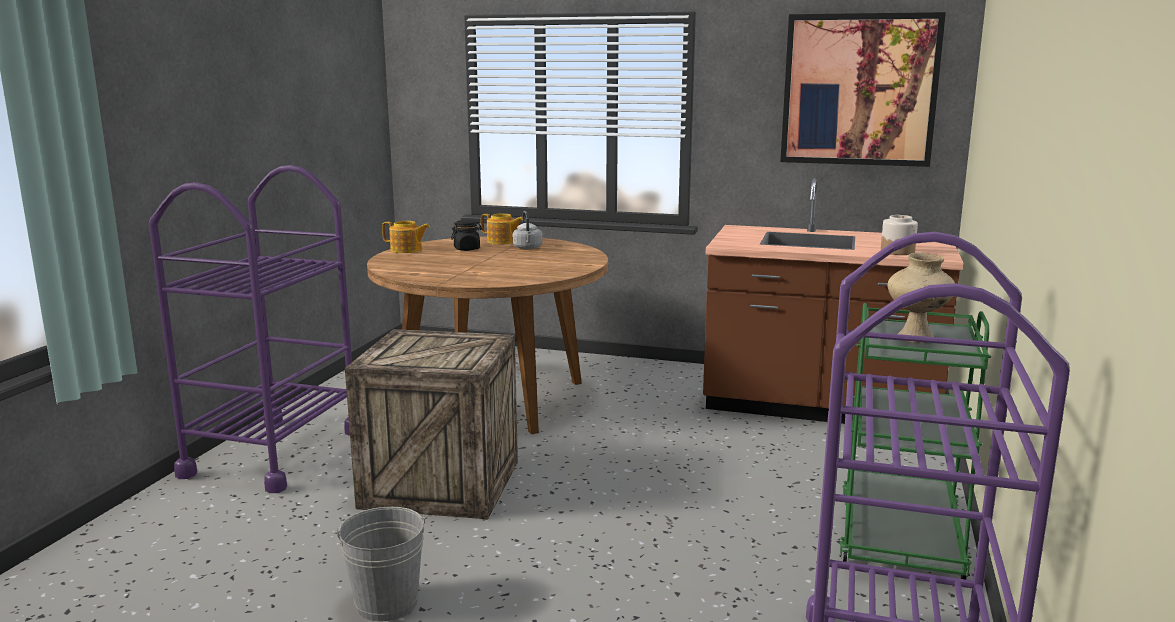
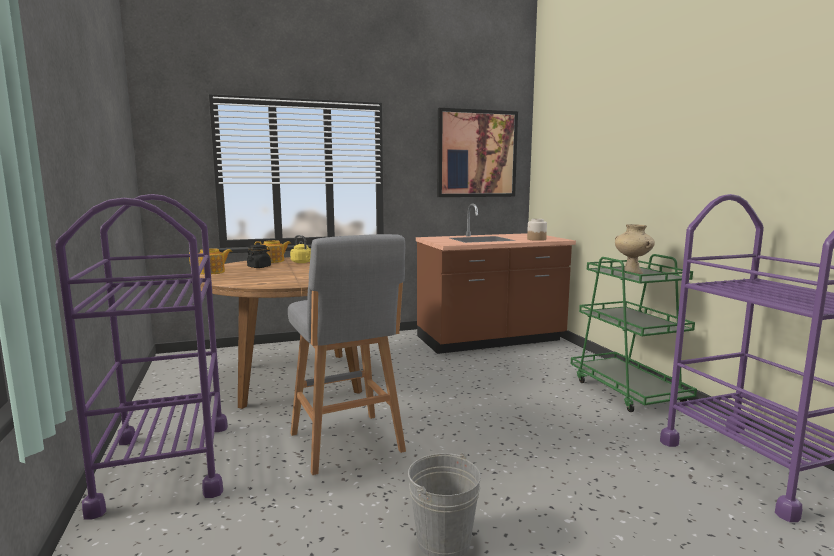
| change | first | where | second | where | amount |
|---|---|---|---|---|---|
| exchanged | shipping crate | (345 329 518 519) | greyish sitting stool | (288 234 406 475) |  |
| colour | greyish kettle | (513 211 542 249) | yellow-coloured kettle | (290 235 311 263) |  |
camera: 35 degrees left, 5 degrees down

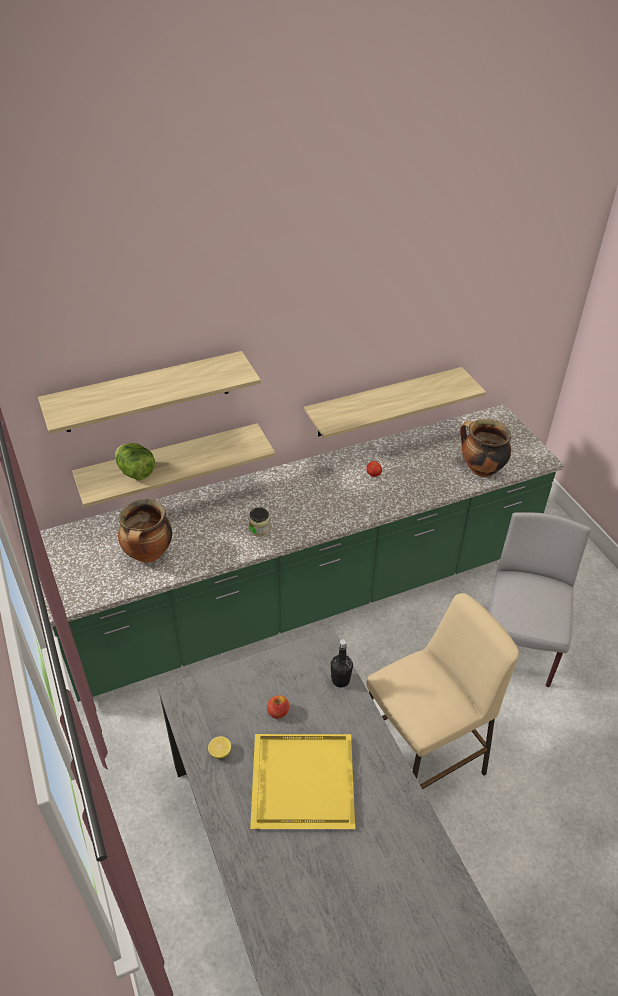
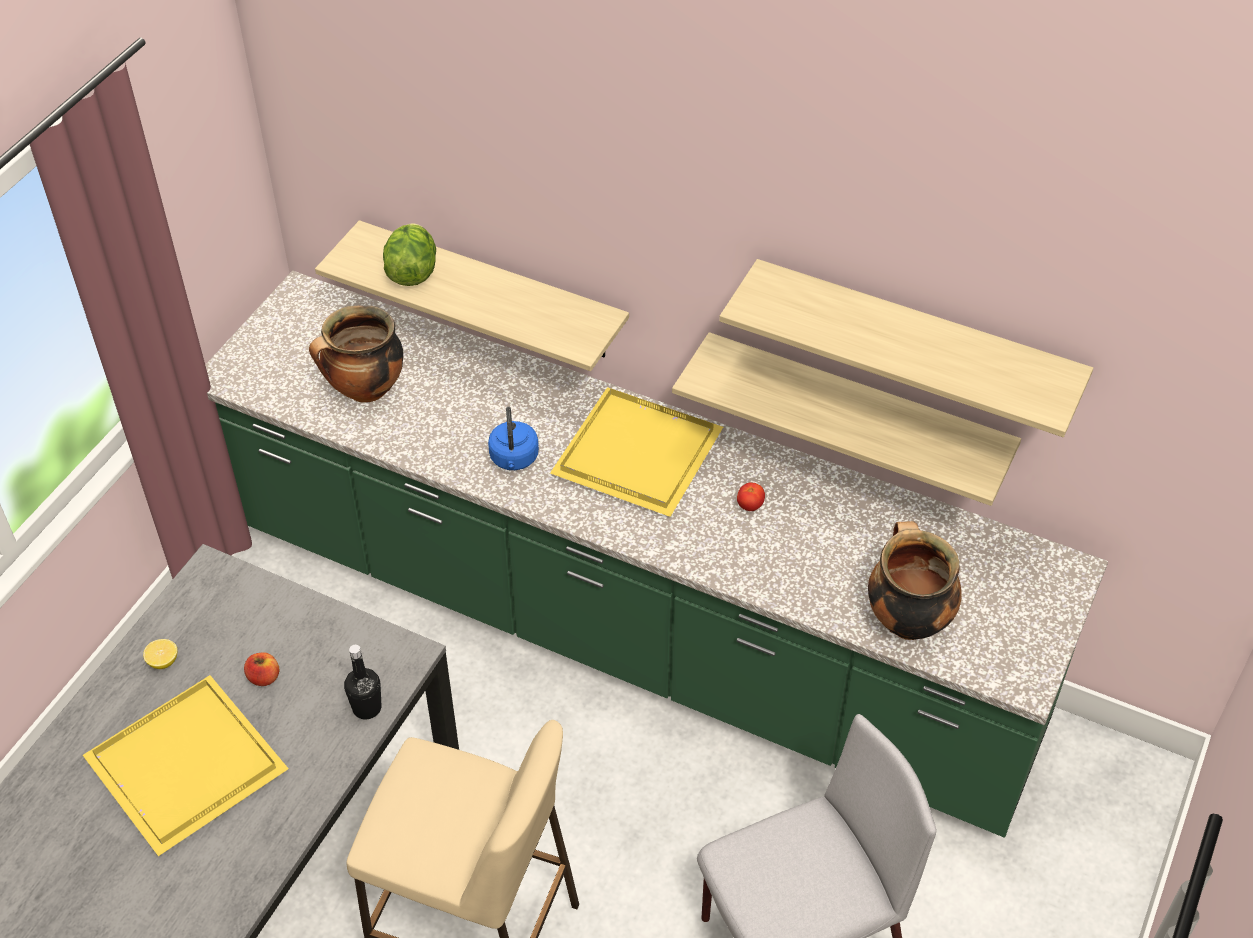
| change | first | where | second | where | amount |
|---|---|---|---|---|---|
| relocated | shelf | (38 351 261 434) |  | (719 259 1093 437) |  |
| exchanged | storage jar | (249 507 270 537) | blue-coloured kettle | (488 407 539 470) |  |
| appeared |  |  | yellow-coloured serving tray | (550 387 723 517) |  |
camera: 50 degrees right, 5 degrees up

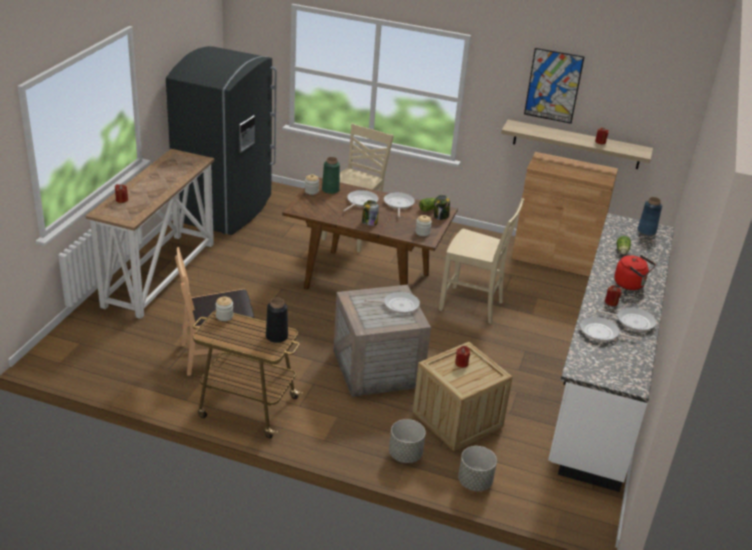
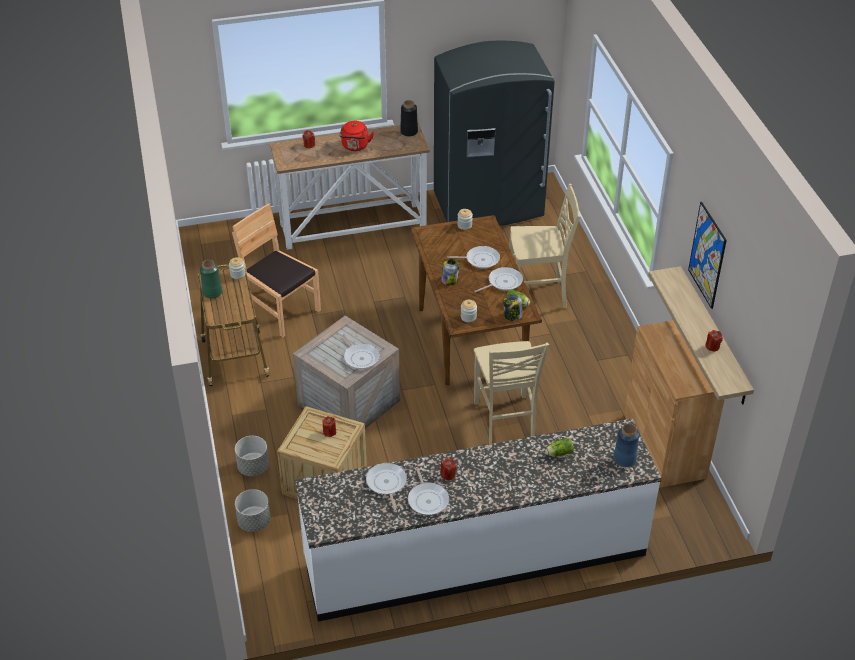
| change | first | where | second | where | amount |
|---|---|---|---|---|---|
| relocated | blackish flower vase | (266 298 288 343) |  | (400 100 418 137) |  |
| relocated | greenish flower vase | (322 157 340 194) |  | (200 260 222 299) |  |
| relocated | reddish kettle | (614 255 656 290) |  | (340 121 374 151) |  |
camera: 60 degrees right, 10 degrees up

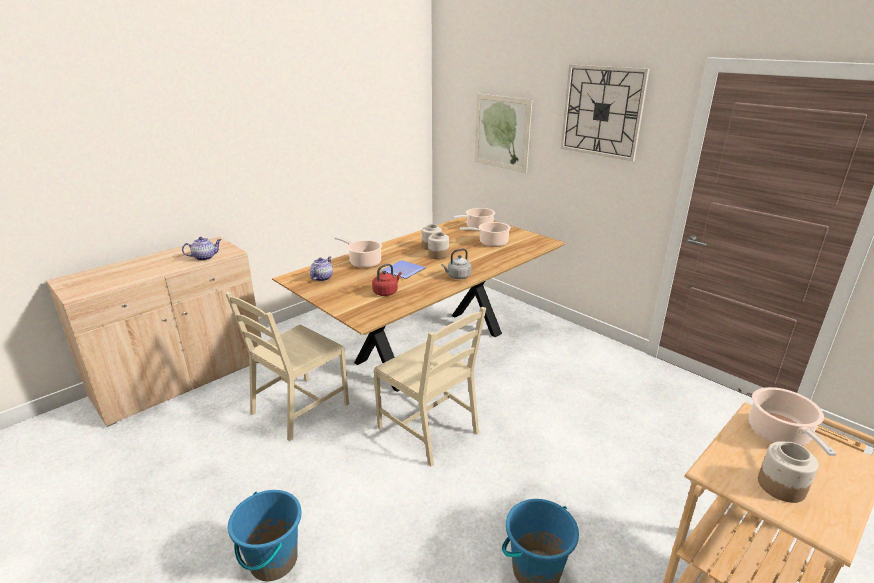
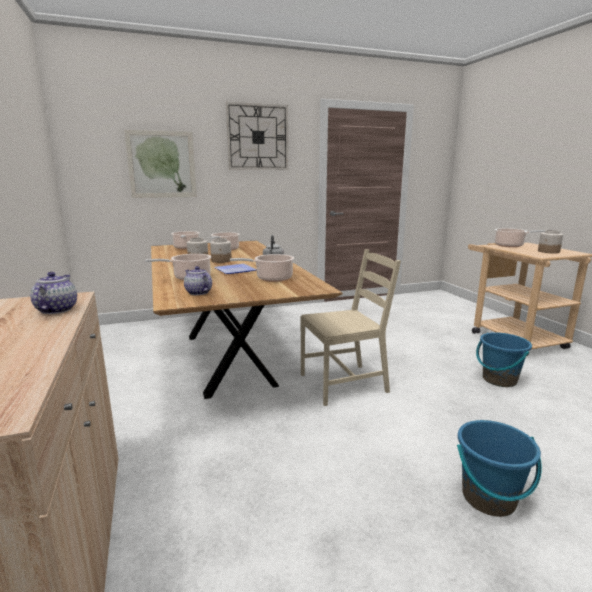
| change | first | where | second | where | amount |
|---|---|---|---|---|---|
| missing | beige plain chair | (225 292 349 441) |  |  |  |
| exchanged | reddish kettle | (372 264 402 296) | saucepot | (230 254 294 282) |  |
camera: 65 degrees left, 10 degrees down

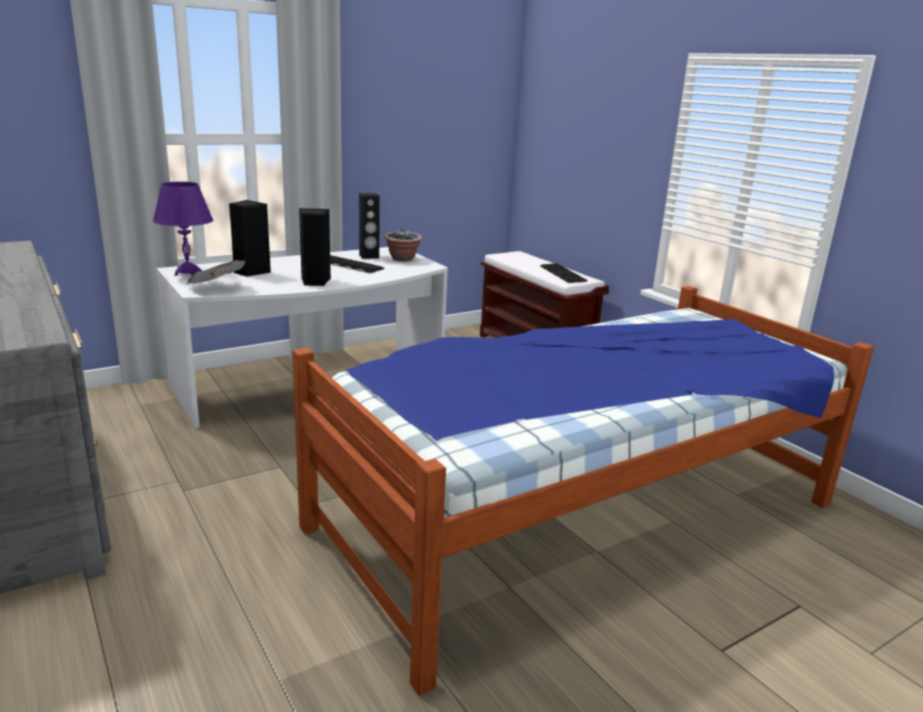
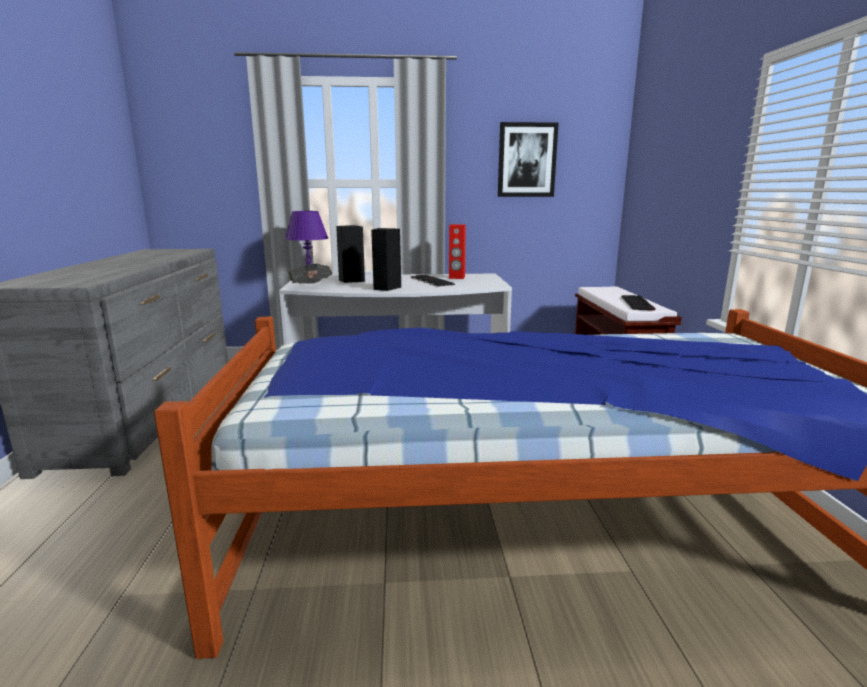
| change | first | where | second | where | amount |
|---|---|---|---|---|---|
| colour | blackish audio speaker | (359 193 380 259) | reddish audio speaker | (449 224 465 279) |  |
| missing | potted plant | (384 228 422 262) |  |  |  |
| appeared |  |  | picture | (498 122 559 197) |  |
camera: 30 degrees right, 5 degrees down

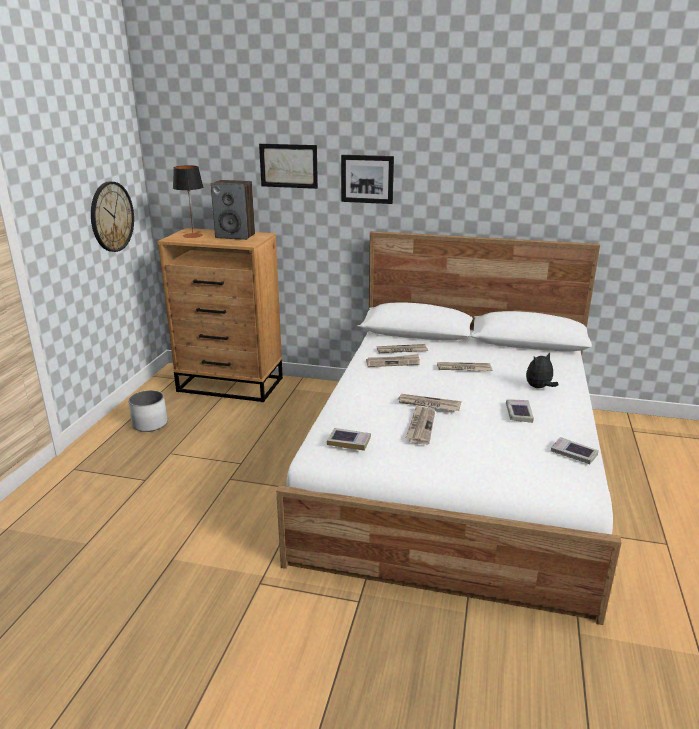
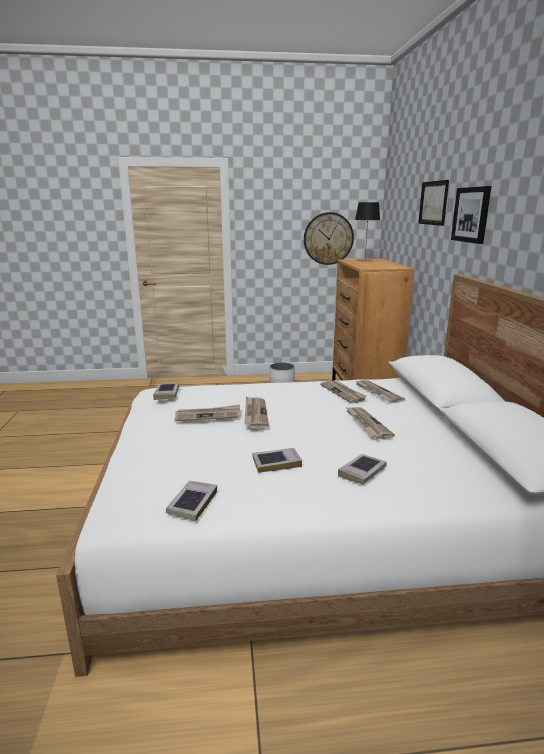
| change | first | where | second | where | amount |
|---|---|---|---|---|---|
| missing | audio speaker | (211 180 255 240) |  |  |  |
| exchanged | plush toy | (526 352 559 388) | bound book | (338 454 387 485) |  |
camera: 70 degrees right, 5 degrees down

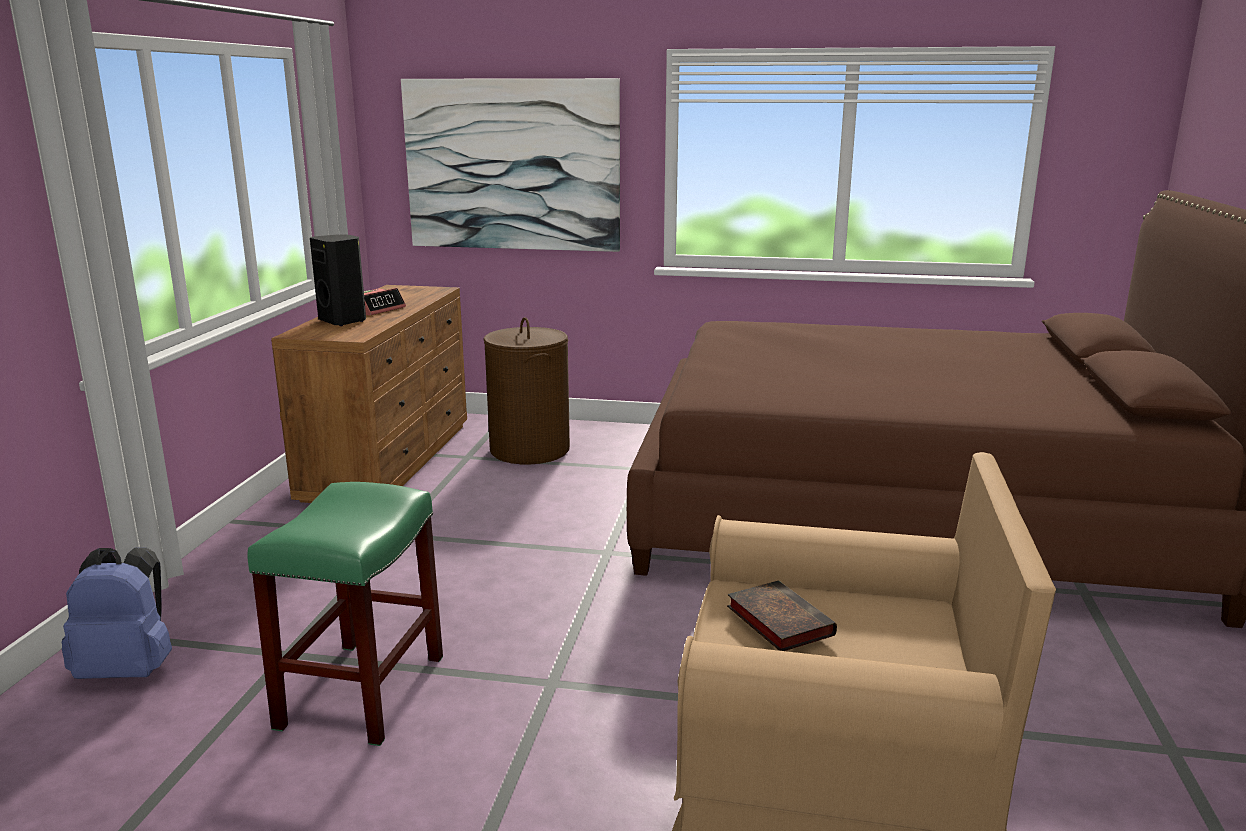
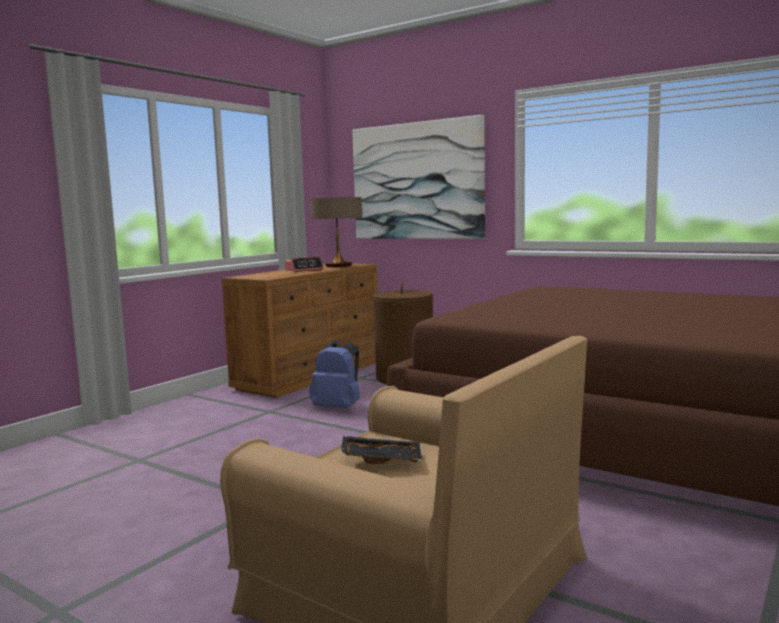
| change | first | where | second | where | amount |
|---|---|---|---|---|---|
| relocated | blue-coloured rucksack | (61 547 172 679) |  | (310 340 360 408) |  |
| missing | greenish sitting stool | (247 482 443 746) |  |  |  |
| missing | blackish audio speaker | (310 234 366 326) |  |  |  |
| exchanged | bound book | (727 580 837 651) | blackish serving tray | (341 436 422 464) |  |
| appeared |  |  | table lamp | (310 197 362 267) |  |
camera: 25 degrees right, 10 degrees down

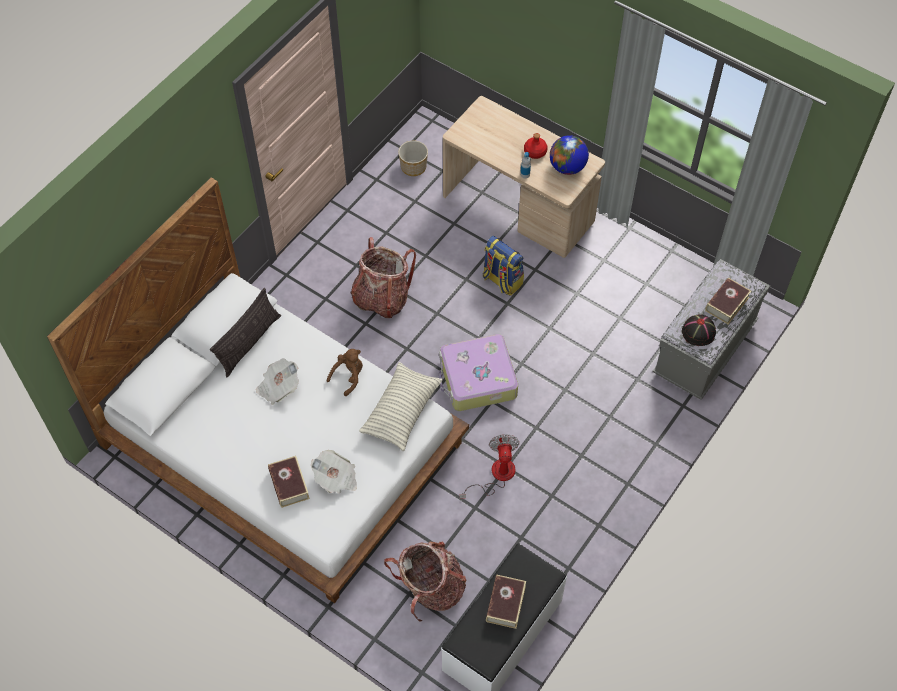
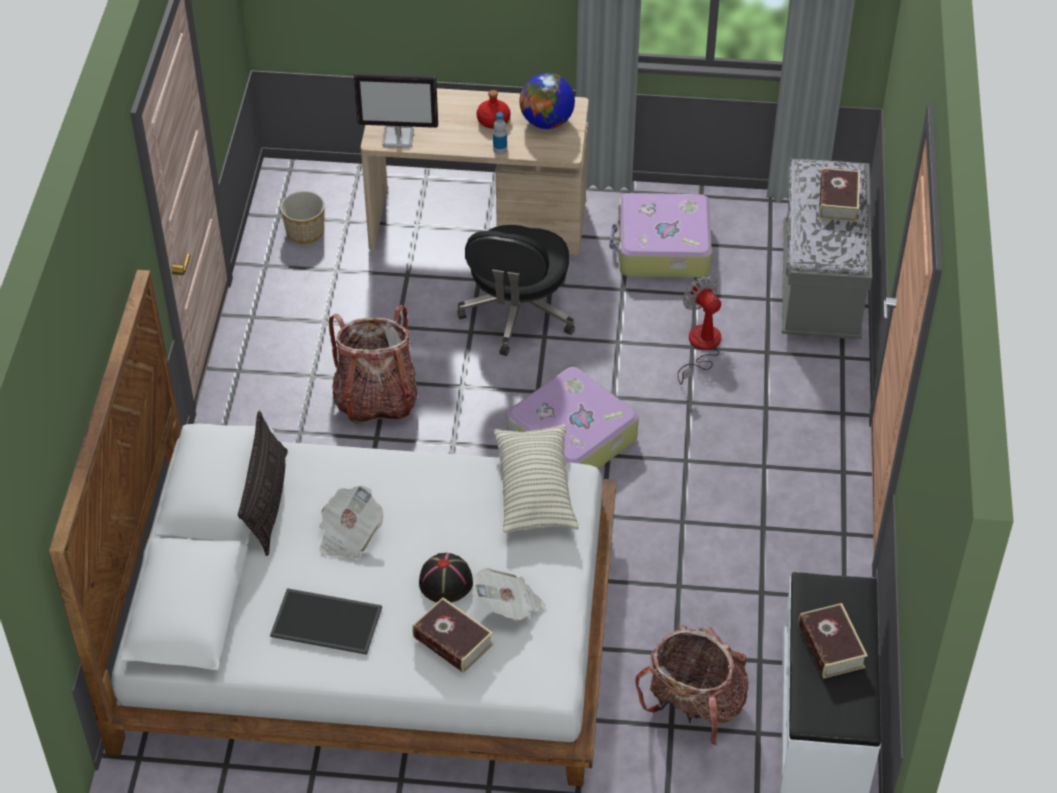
| change | first | where | second | where | amount |
|---|---|---|---|---|---|
| missing | brown-coloured plush toy | (327 349 363 396) |  |  |  |
| relocated | fan | (459 434 520 499) |  | (677 276 721 385) |  |
| exchanged | rucksack | (483 236 524 296) | blackish office chair | (457 225 575 356) |  |
| relocated | blackish clothing hat | (682 314 716 346) |  | (419 553 473 603) |  |
| appeared |  |  | serving tray | (270 588 382 655) |  |
| appeared |  |  | computer display | (354 73 438 148) |  |
| appeared |  |  | travel case | (609 193 712 278) |  |
camera: 30 degrees left, 10 degrees down

